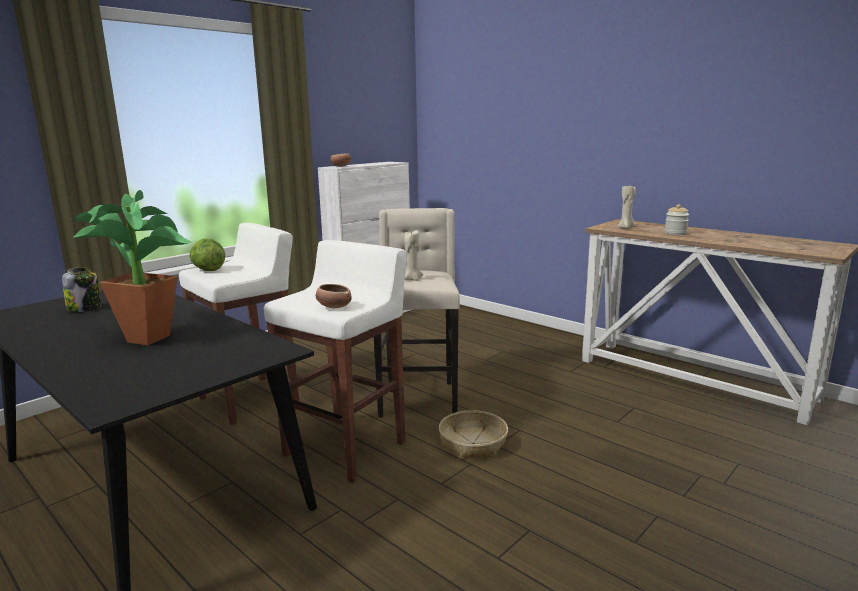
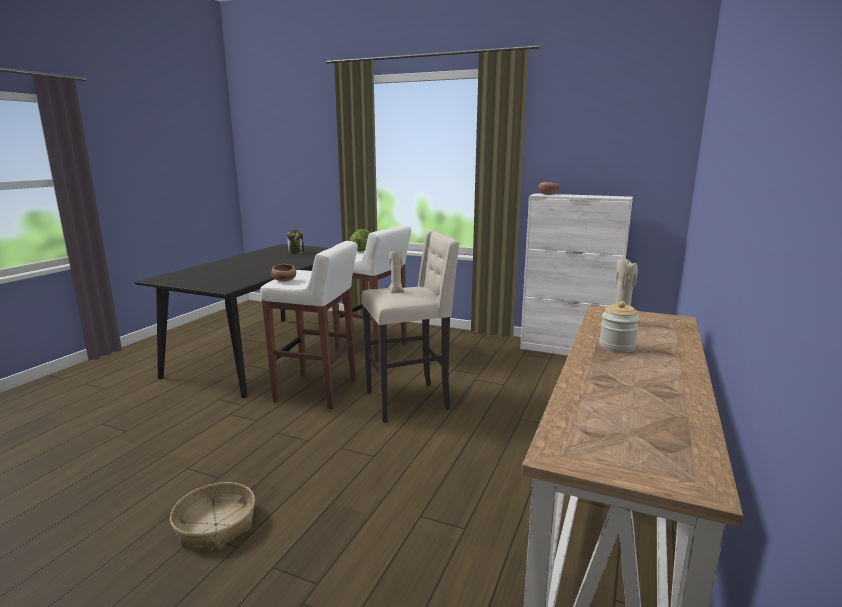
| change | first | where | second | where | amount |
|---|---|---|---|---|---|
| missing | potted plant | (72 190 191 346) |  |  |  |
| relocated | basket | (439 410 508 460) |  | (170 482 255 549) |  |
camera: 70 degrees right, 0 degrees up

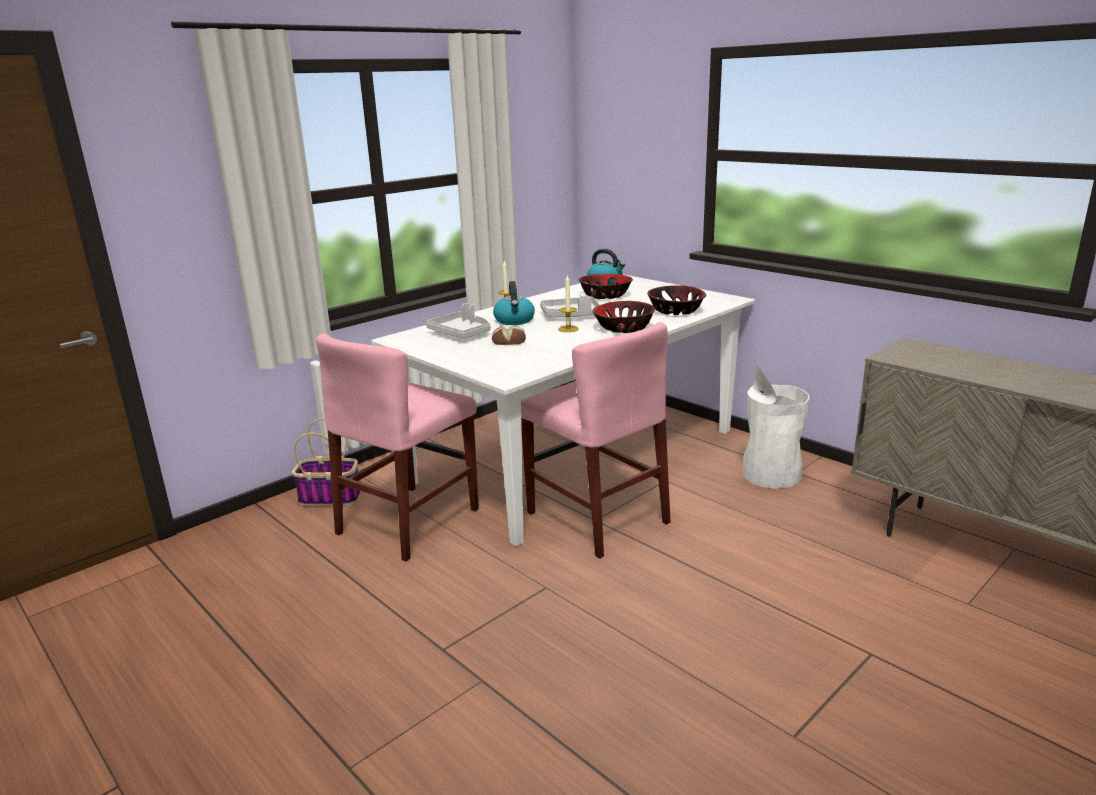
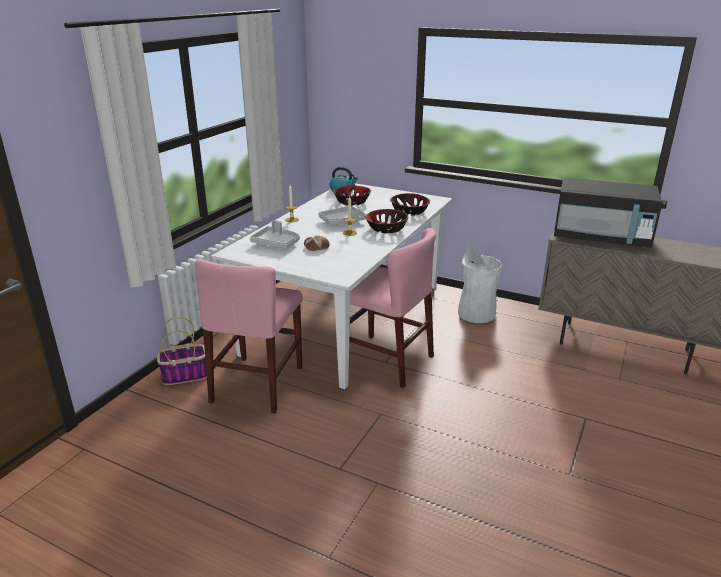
| change | first | where | second | where | amount |
|---|---|---|---|---|---|
| missing | kettle | (493 281 535 325) |  |  |  |
| appeared |  |  | blackish kitchen microwave | (554 177 663 248) |  |
camera: 20 degrees left, 5 degrees up

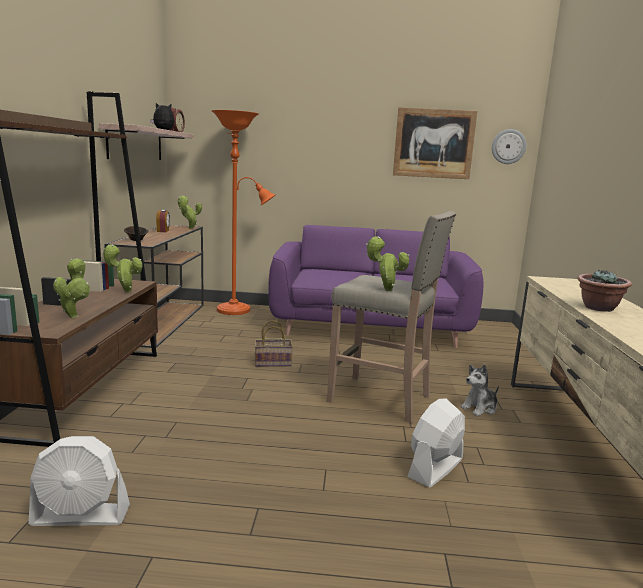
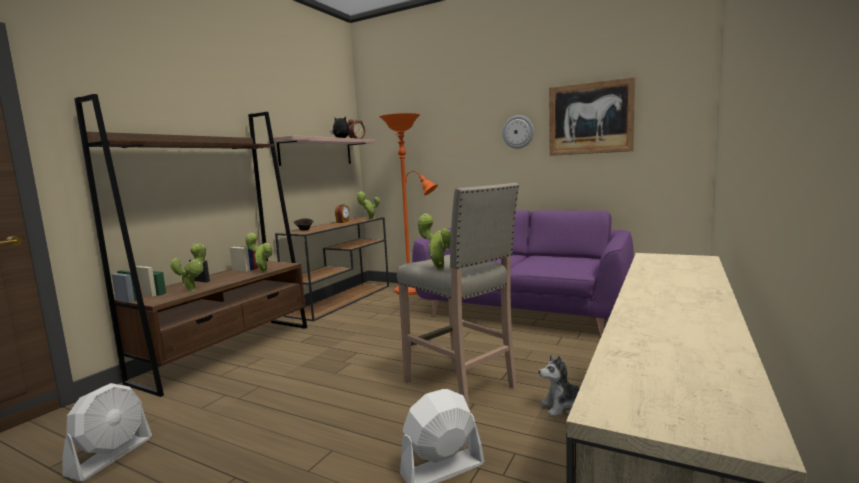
| change | first | where | second | where | amount |
|---|---|---|---|---|---|
| spun | whitish fan | (28 436 130 526) |  | (62 383 152 481) | 90 degrees counterclockwise |
| missing | basket | (254 320 293 367) |  |  |  |
| relocated | clock on the wall | (492 129 526 164) |  | (502 115 534 149) |  |
| missing | potted plant | (577 270 632 312) |  |  |  |
camera: 25 degrees right, 5 degrees down

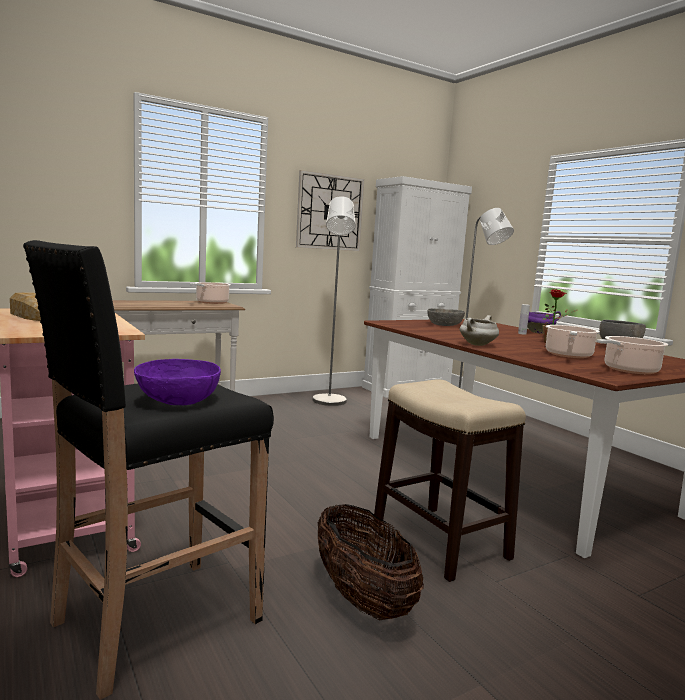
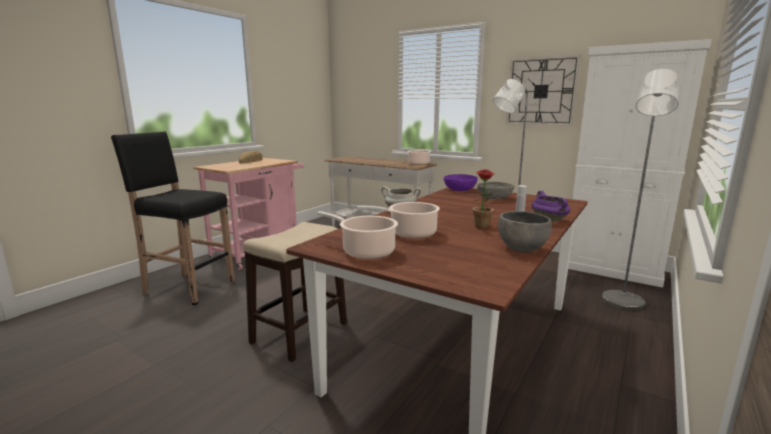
| change | first | where | second | where | amount |
|---|---|---|---|---|---|
| relocated | purple serving bowl | (134 359 221 405) |  | (443 174 478 191) |  |
| missing | basket | (318 504 424 621) |  |  |  |
camera: 65 degrees right, 5 degrees up

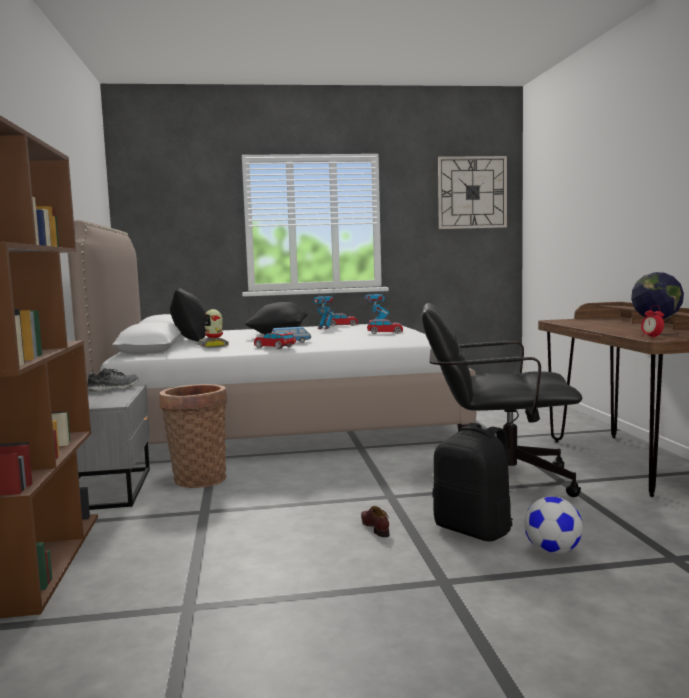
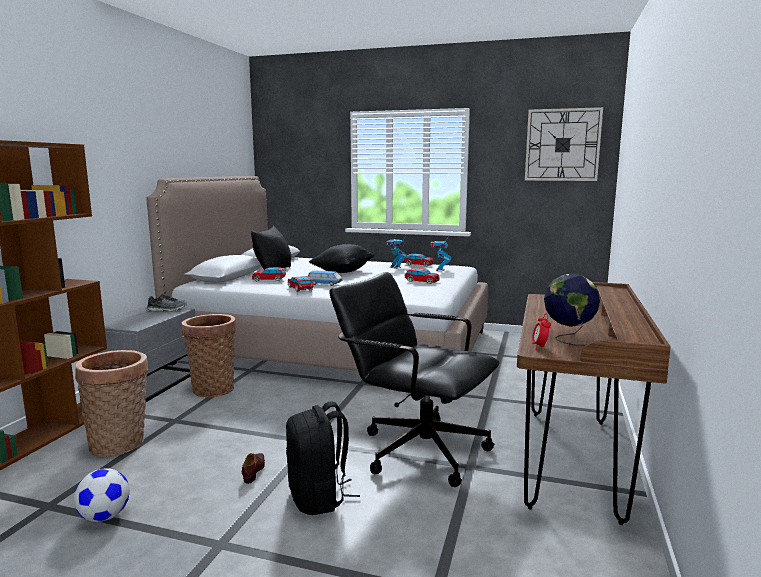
| change | first | where | second | where | amount |
|---|---|---|---|---|---|
| exchanged | model robot | (197 309 229 348) | miniature car | (252 267 286 281) |  |
| relocated | football ball | (524 497 583 555) |  | (74 468 130 522) |  |
| appeared |  |  | basket | (75 350 148 457) |  |
camera: 25 degrees right, 5 degrees up

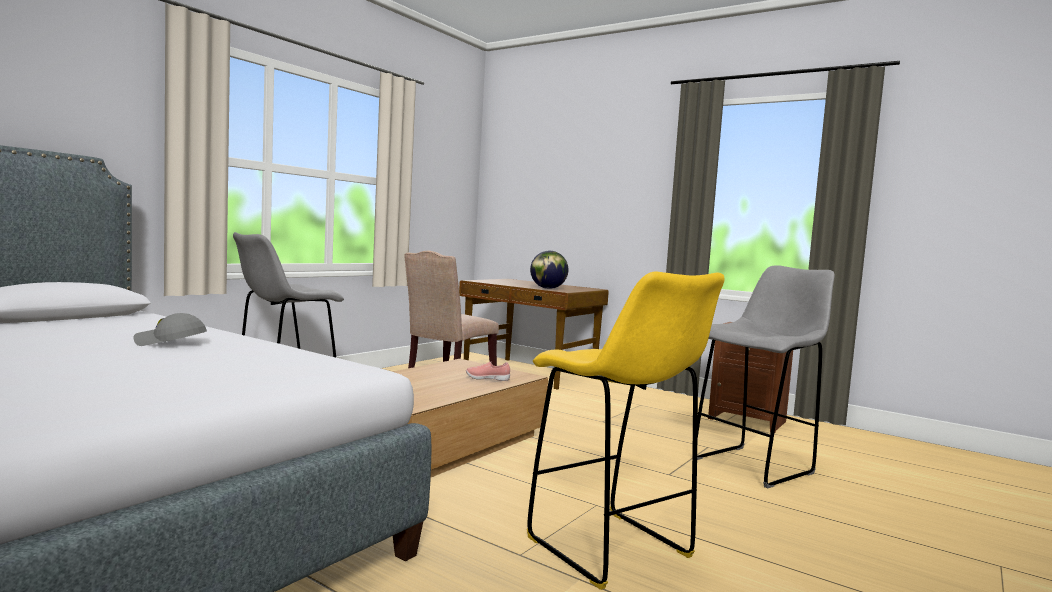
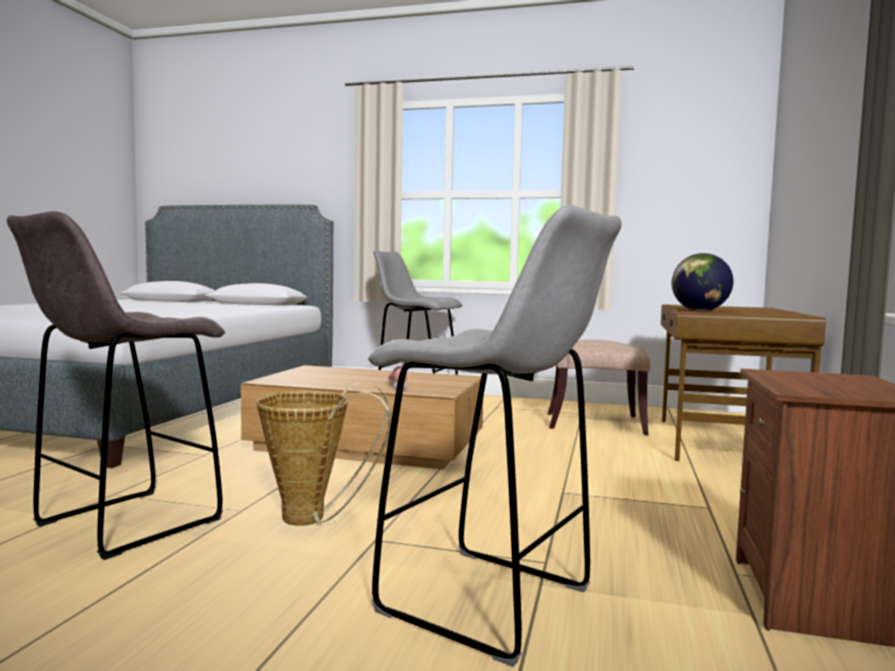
| change | first | where | second | where | amount |
|---|---|---|---|---|---|
| missing | greyish cap | (133 313 207 346) |  |  |  |
| colour | yellow-coloured sitting stool | (527 271 724 590) | greyish sitting stool | (7 211 225 560) |  |
| appeared |  |  | basket | (256 381 392 526) |  |
camera: 70 degrees right, 0 degrees up

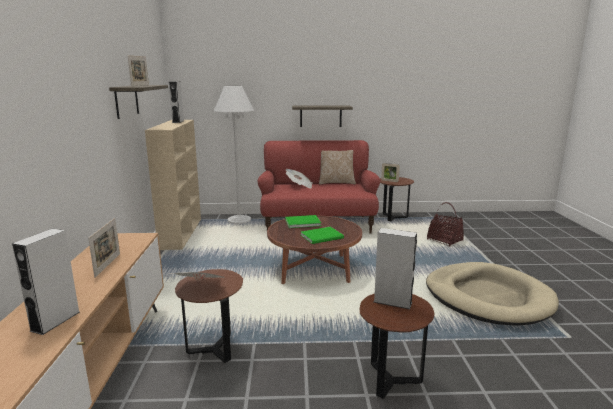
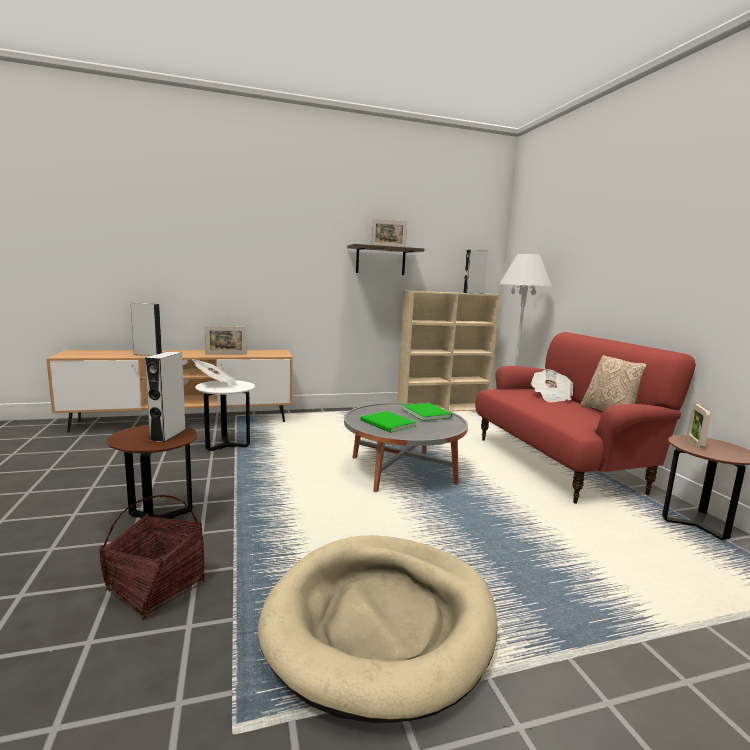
| change | first | where | second | where | amount |
|---|---|---|---|---|---|
| colour | brown-coloured side table | (175 269 243 363) | whitish side table | (195 380 255 451) |  |
| colour | brown-coloured coffee table | (267 215 362 284) | greyish coffee table | (344 403 468 492) |  |
| missing | shelf | (292 105 353 127) |  |  |  |
| relocated | basket | (427 202 464 247) |  | (99 495 205 620) |  |
camera: 75 degrees right, 5 degrees down

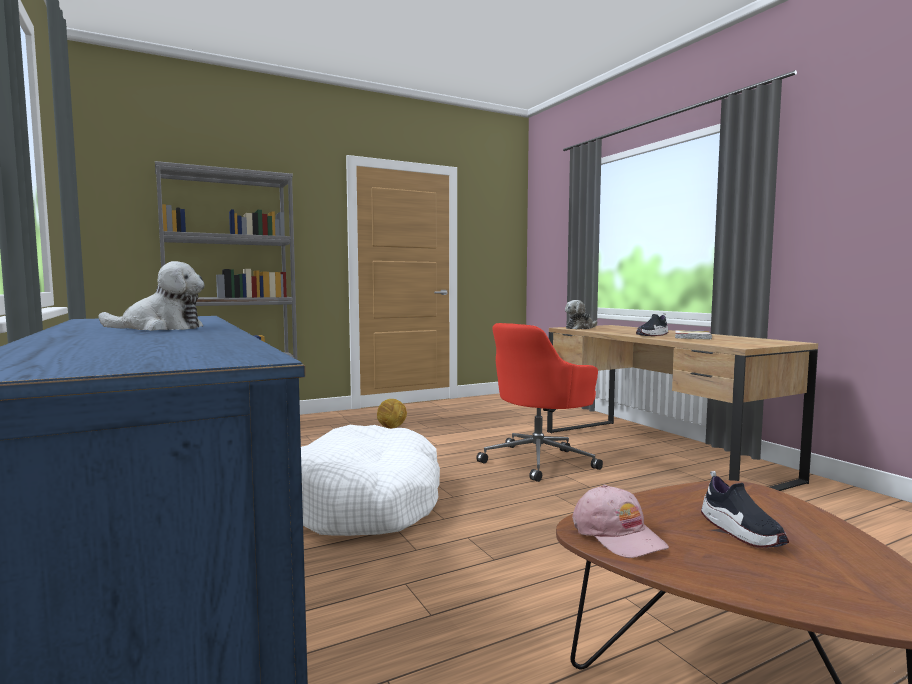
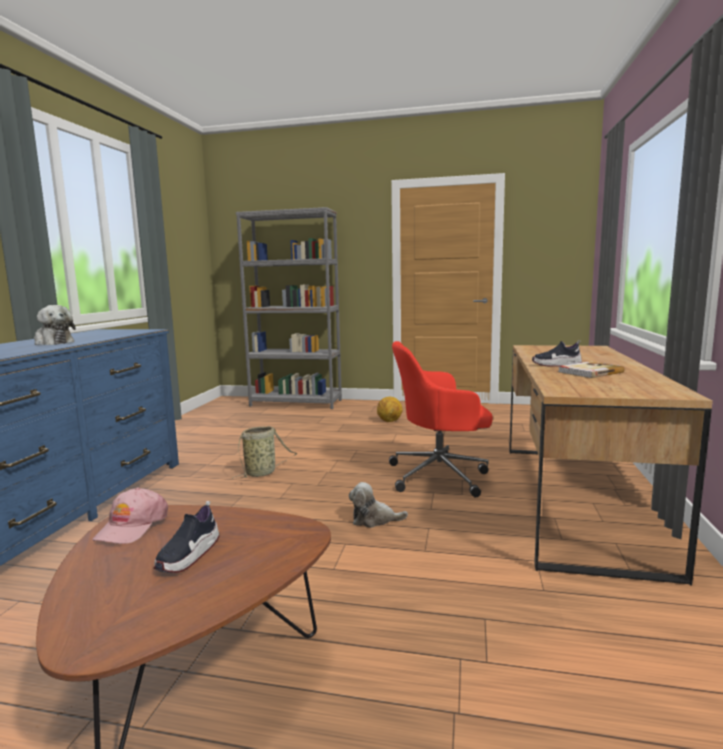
| change | first | where | second | where | amount |
|---|---|---|---|---|---|
| exchanged | whitish pet bed | (301 425 440 536) | basket | (232 426 297 479) |  |
| relocated | plush toy | (565 300 598 330) |  | (349 482 408 528) |  |
camera: 40 degrees right, 5 degrees up

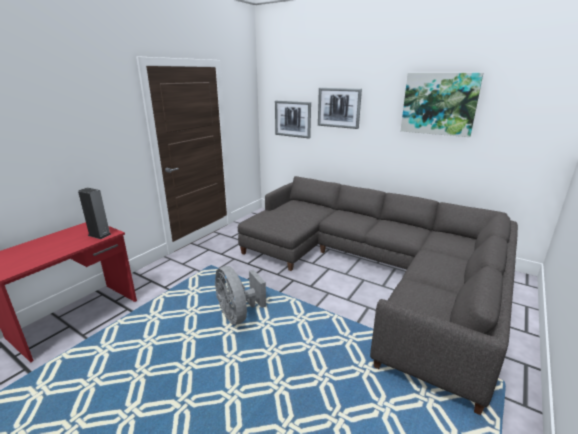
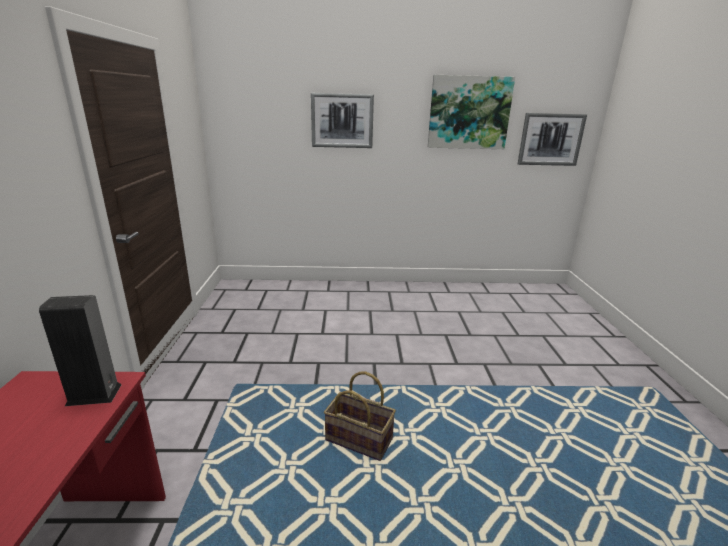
| change | first | where | second | where | amount |
|---|---|---|---|---|---|
| exchanged | greyish fan | (215 266 266 325) | basket | (324 371 396 461) |  |
| missing | greyish sofa | (238 176 518 415) |  |  |  |
| relocated | picture | (275 101 311 139) |  | (518 113 587 166) |  |
camera: 35 degrees left, 0 degrees up

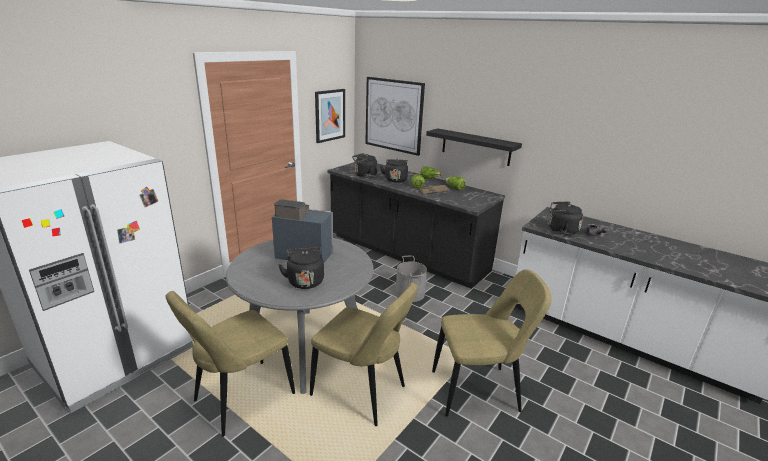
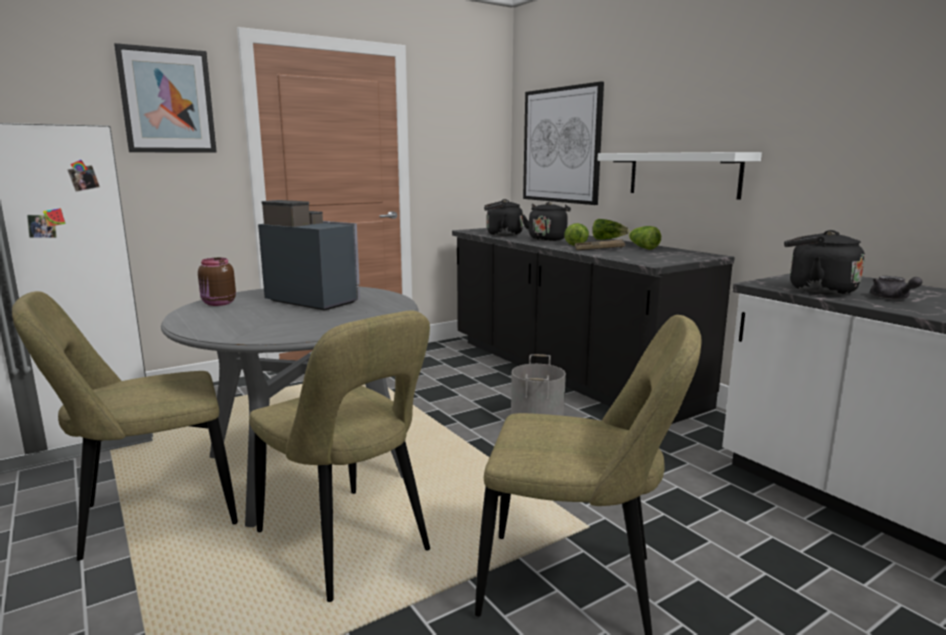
| change | first | where | second | where | amount |
|---|---|---|---|---|---|
| missing | blackish kettle | (278 247 324 289) |  |  |  |
| relocated | picture | (315 89 345 143) |  | (114 43 217 153) |  |
| colour | blackish shelf | (426 128 522 166) | whitish shelf | (598 152 762 200) |  |
| appeared |  |  | brown-coloured storage jar | (198 258 236 306) |  |
camera: 20 degrees right, 10 degrees down

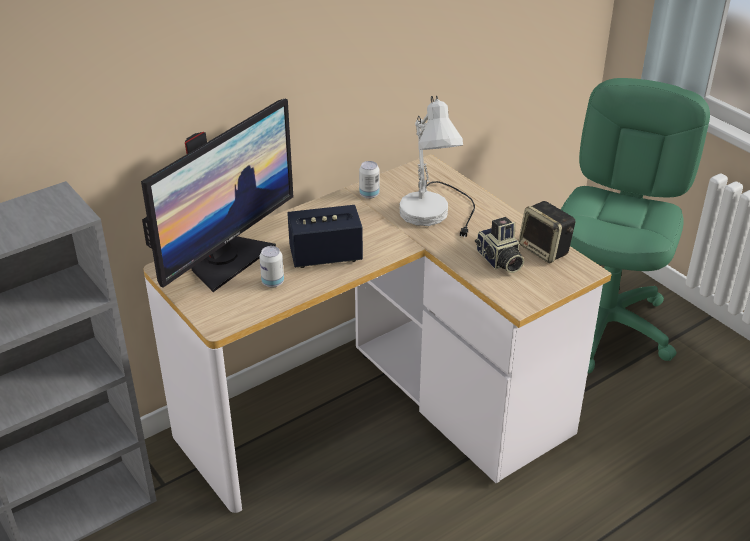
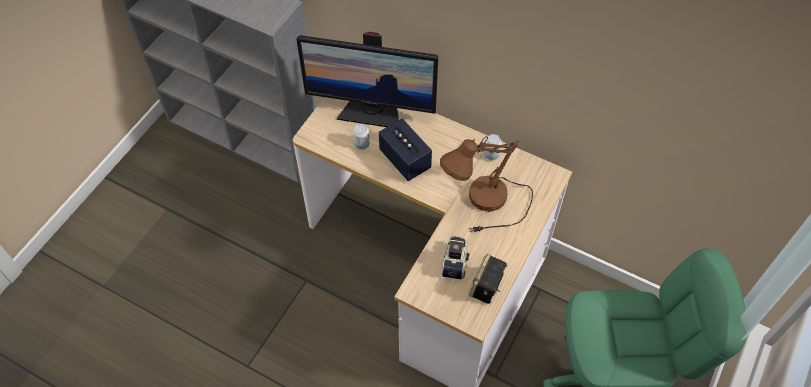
| change | first | where | second | where | amount |
|---|---|---|---|---|---|
| colour | whitish table lamp | (399 96 475 237) | brown-coloured table lamp | (440 136 533 233) |  |
| spun | photo camera | (475 217 524 273) |  | (442 236 470 280) | 150 degrees clockwise |
camera: 65 degrees right, 20 degrees up

